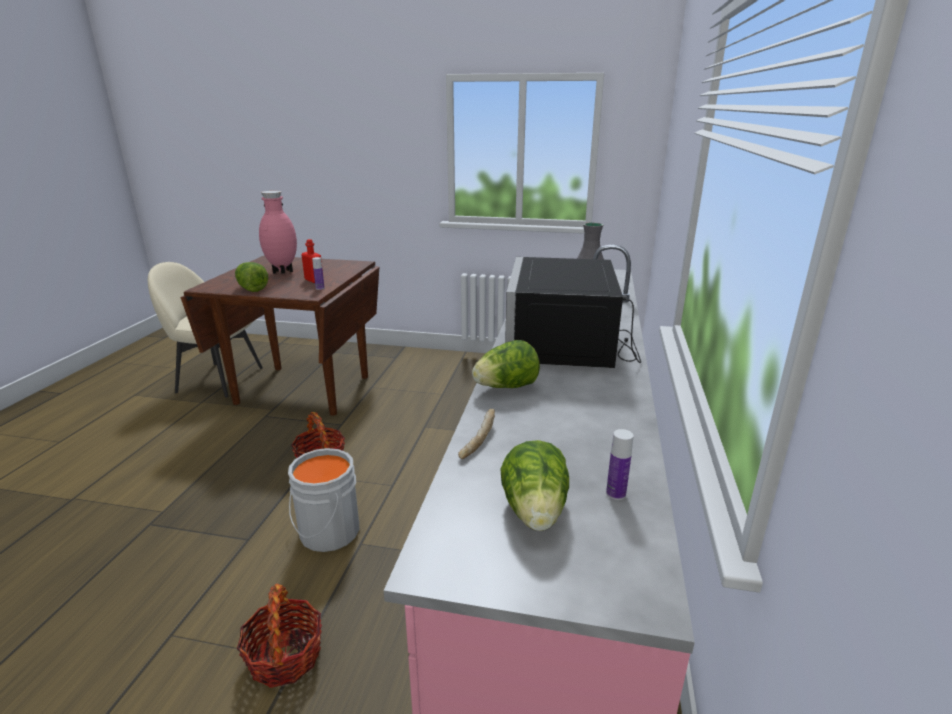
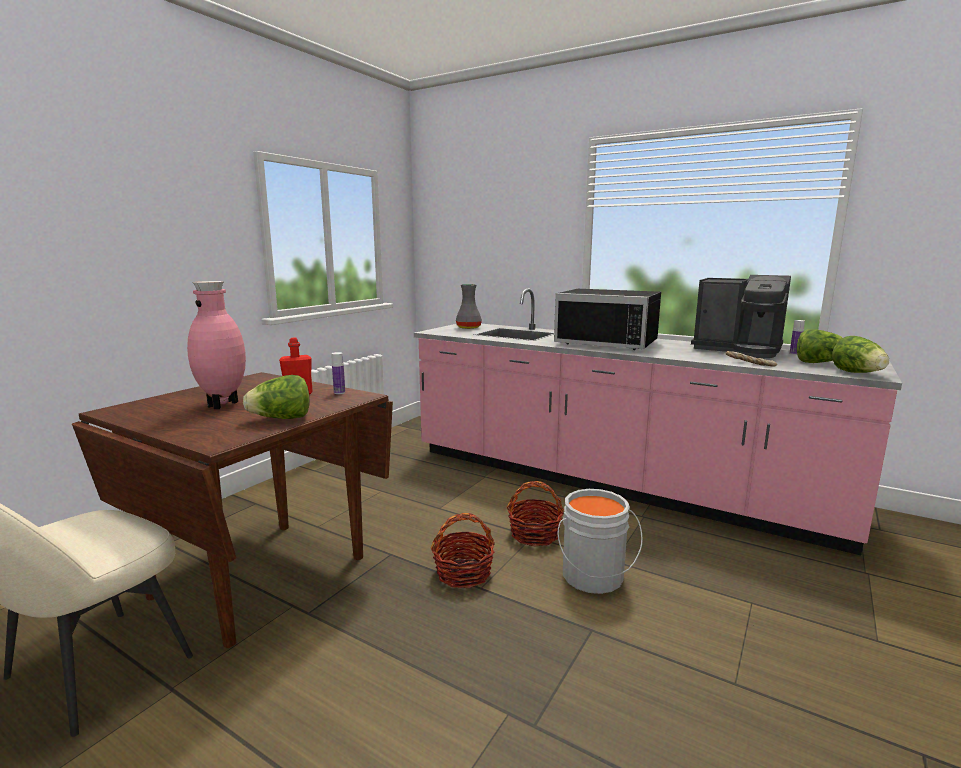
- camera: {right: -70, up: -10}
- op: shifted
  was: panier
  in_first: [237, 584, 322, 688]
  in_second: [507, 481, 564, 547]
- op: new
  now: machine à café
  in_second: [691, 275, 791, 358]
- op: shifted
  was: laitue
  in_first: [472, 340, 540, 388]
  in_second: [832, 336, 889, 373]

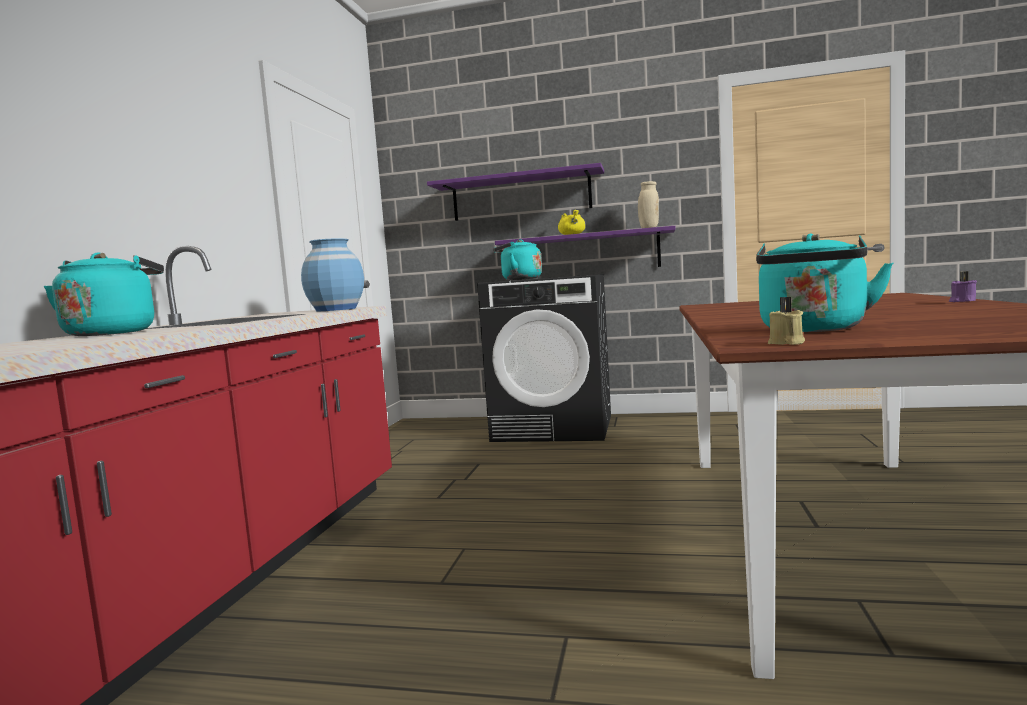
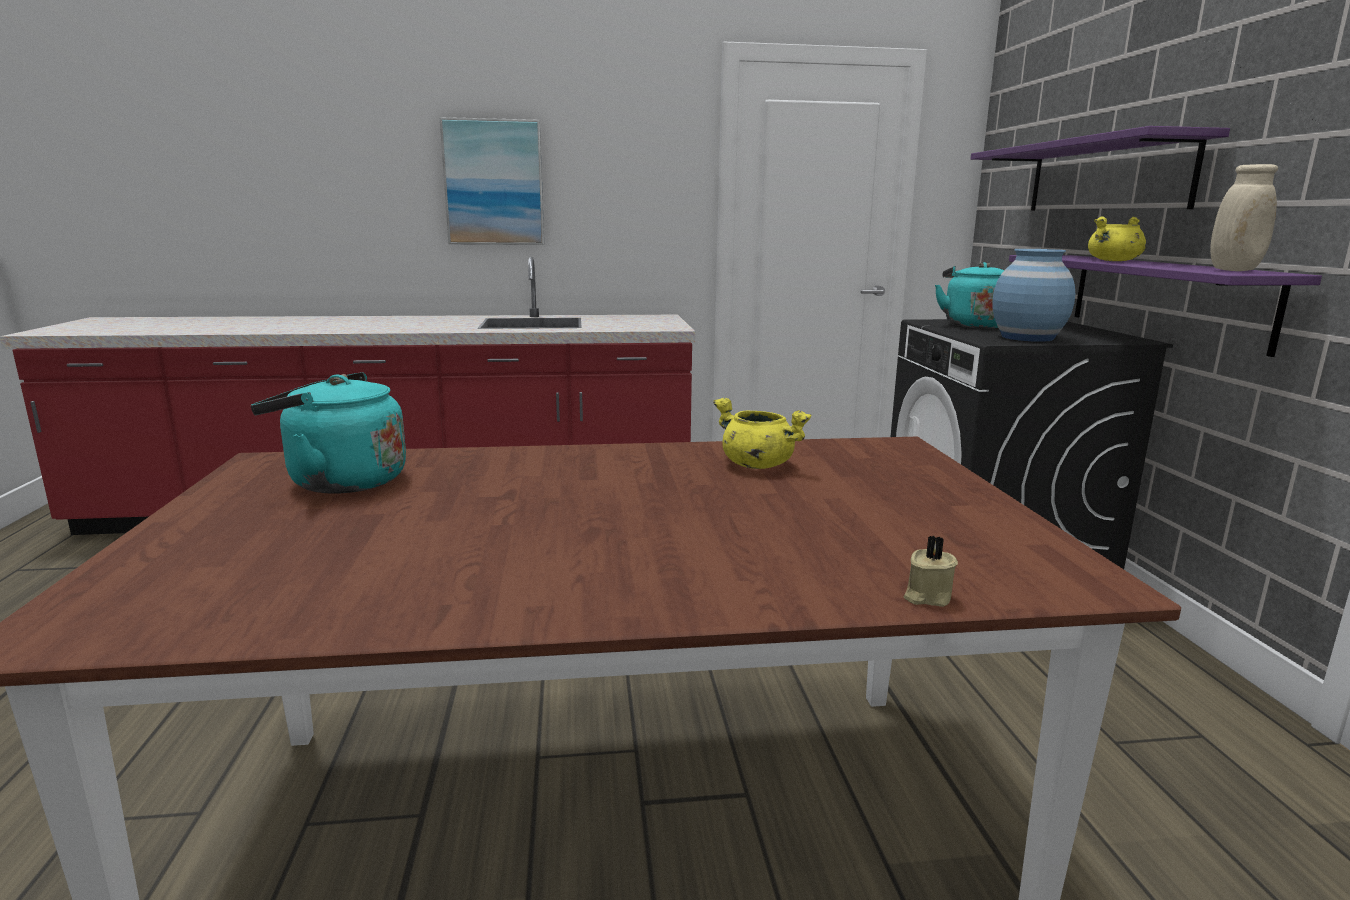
- camera: {right: 70, up: 10}
- op: new
  now: tableau
  in_second: [439, 117, 544, 245]
- op: new
  now: marmite [jaune]
  in_second: [713, 398, 811, 469]
- op: shifted
  was: bougie [beige]
  in_first: [768, 297, 805, 345]
  in_second: [904, 536, 958, 607]
- op: shifted
  was: vase [bleu]
  in_first: [301, 238, 364, 312]
  in_second: [992, 249, 1075, 342]
- op: gone
  was: bouilloire [turquoise]
  in_first: [44, 253, 164, 336]
- op: gone
  was: bougie [violet]
  in_first: [949, 271, 977, 302]

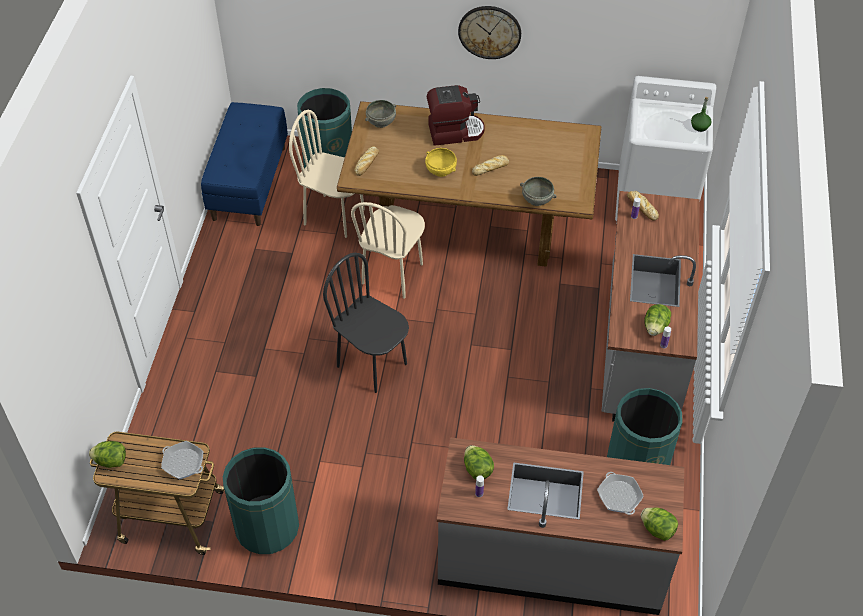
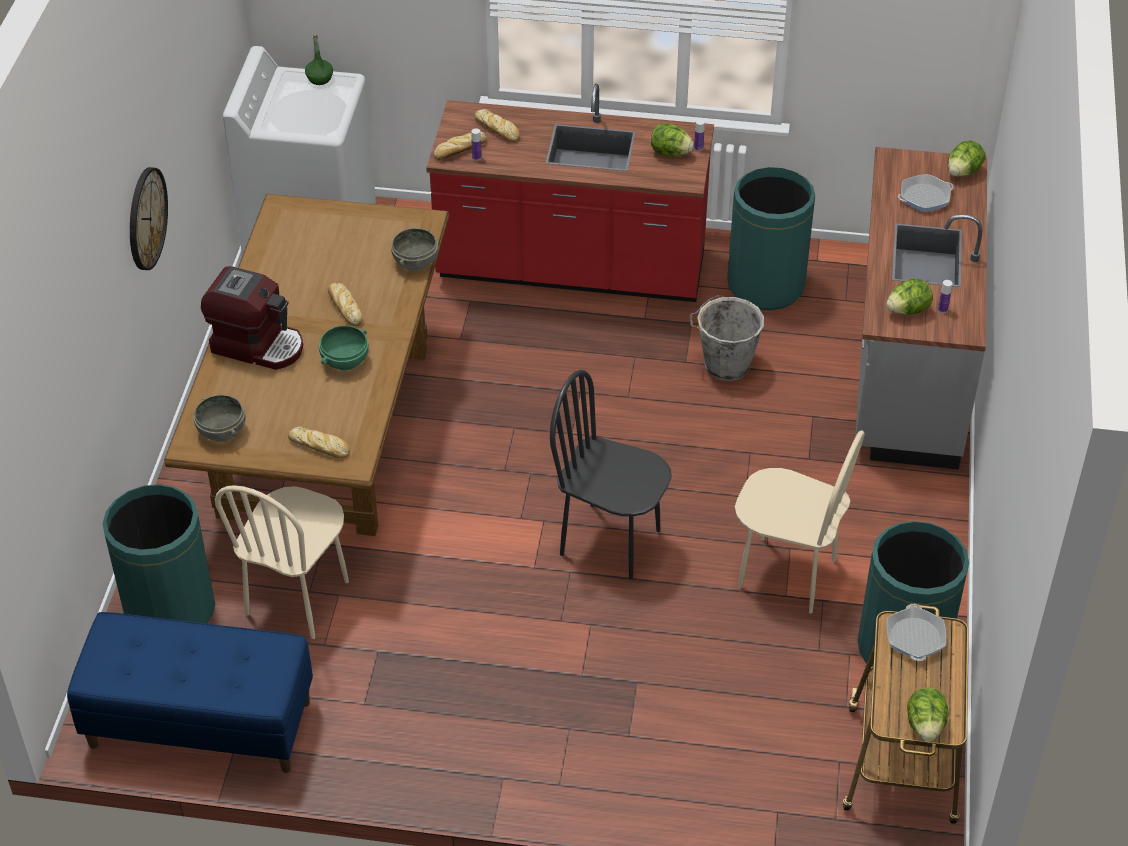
- camera: {right: -90, up: -5}
- op: rotated
  was: machine à café
  in_first: [427, 85, 485, 146]
  in_second: [201, 266, 303, 370]
  clockwise: 120
- op: repainted
  was: bol [jaune]
  now: bol [vert]
  in_first: [425, 148, 457, 177]
  in_second: [319, 326, 369, 370]
- op: repainted
  was: comptoir de cuisine [gris]
  now: comptoir de cuisine [rouge]
  in_first: [602, 191, 700, 421]
  in_second: [426, 84, 714, 302]
- op: new
  now: pain
  in_second: [474, 109, 520, 142]
- op: rotated
  was: chaise [noir]
  in_first: [323, 253, 409, 393]
  in_second: [550, 370, 672, 579]
  clockwise: 75
- op: new
  now: seau [gris]
  in_second: [689, 295, 764, 381]
- op: shifted
  was: chaise [beige]
  in_first: [351, 202, 425, 298]
  in_second: [735, 431, 865, 614]
- op: rotated
  was: poêle
  in_first: [161, 441, 203, 479]
  in_second: [887, 604, 947, 661]
  clockwise: 150

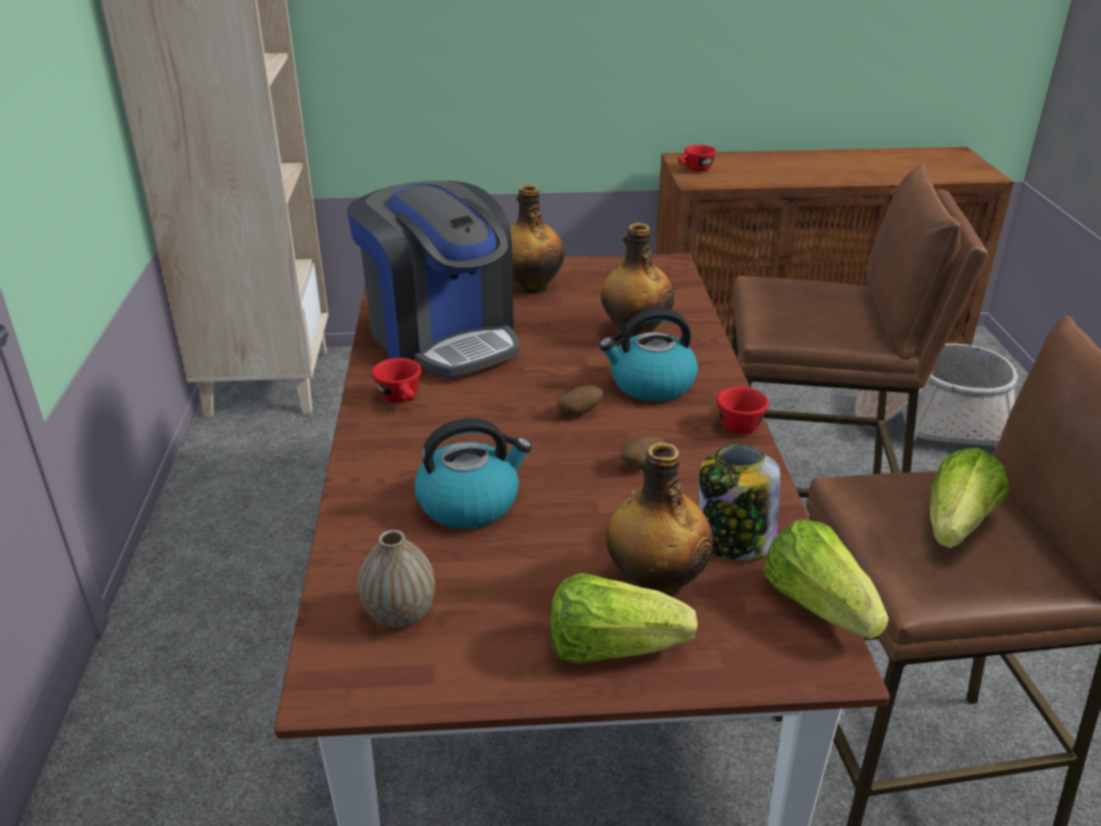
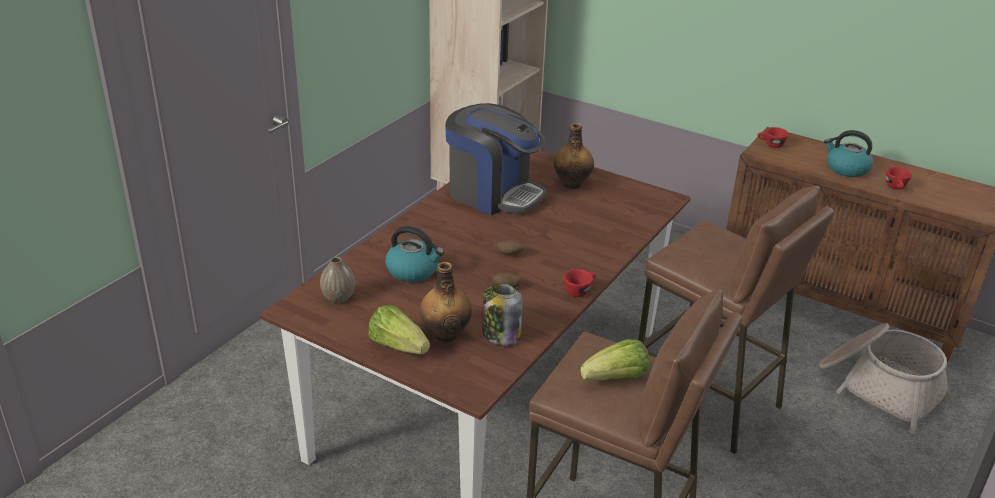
- camera: {right: 35, up: 0}
- op: rotated
  was: machine à café
  in_first: [347, 181, 520, 378]
  in_second: [445, 103, 547, 215]
  clockwise: -60
- op: shifted
  was: bouilloire
  in_first: [599, 308, 698, 401]
  in_second: [824, 130, 873, 177]
- op: shifted
  was: tasse [rouge]
  in_first: [372, 358, 421, 403]
  in_second: [886, 167, 912, 189]
- op: gone
  was: bouteille
  in_first: [601, 223, 674, 337]
- op: gone
  was: laitue
  in_first: [763, 519, 889, 639]

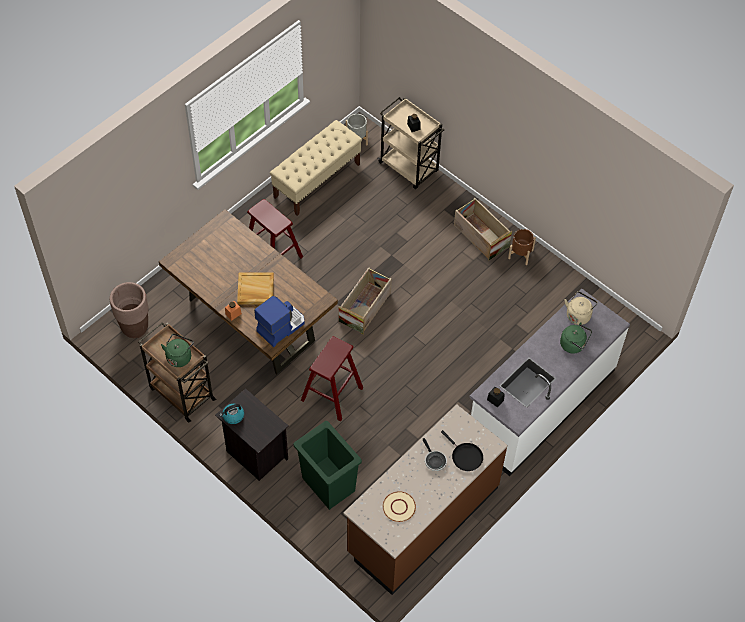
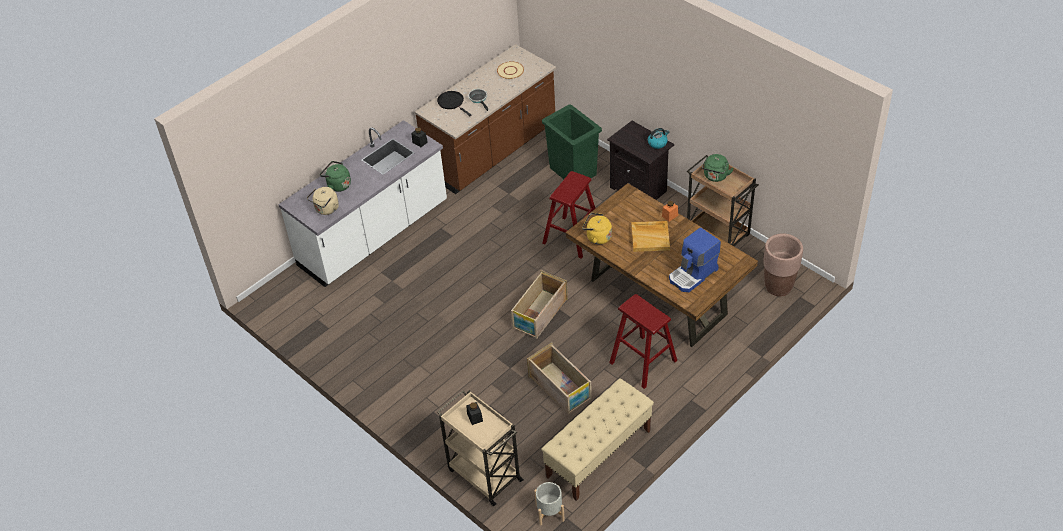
- camera: {right: -175, up: -10}
- op: shifted
  was: caisse
  in_first: [454, 198, 512, 261]
  in_second: [527, 343, 592, 415]
- op: new
  now: bouilloire [jaune]
  in_second: [582, 213, 612, 244]
- op: shifted
  was: machine à café
  in_first: [254, 296, 305, 347]
  in_second: [669, 227, 721, 292]
- op: gone
  was: cache-pot [marron]
  in_first: [508, 229, 536, 265]

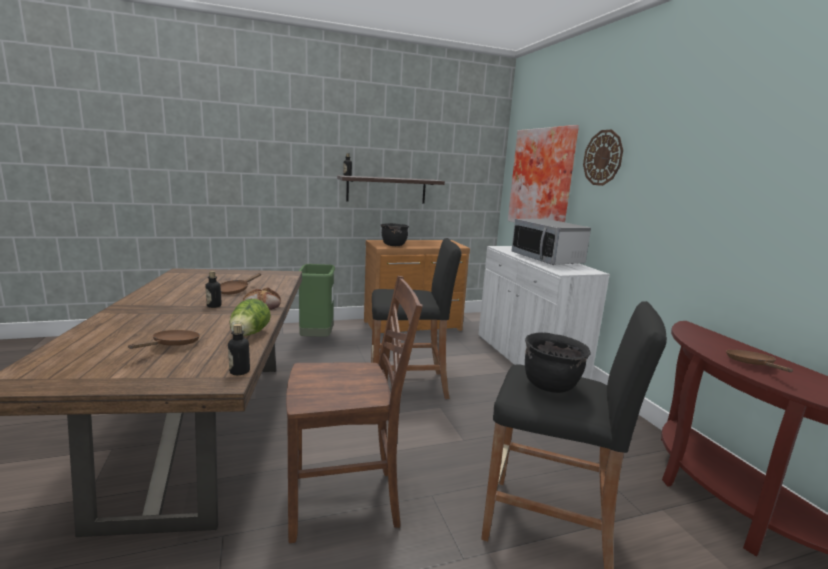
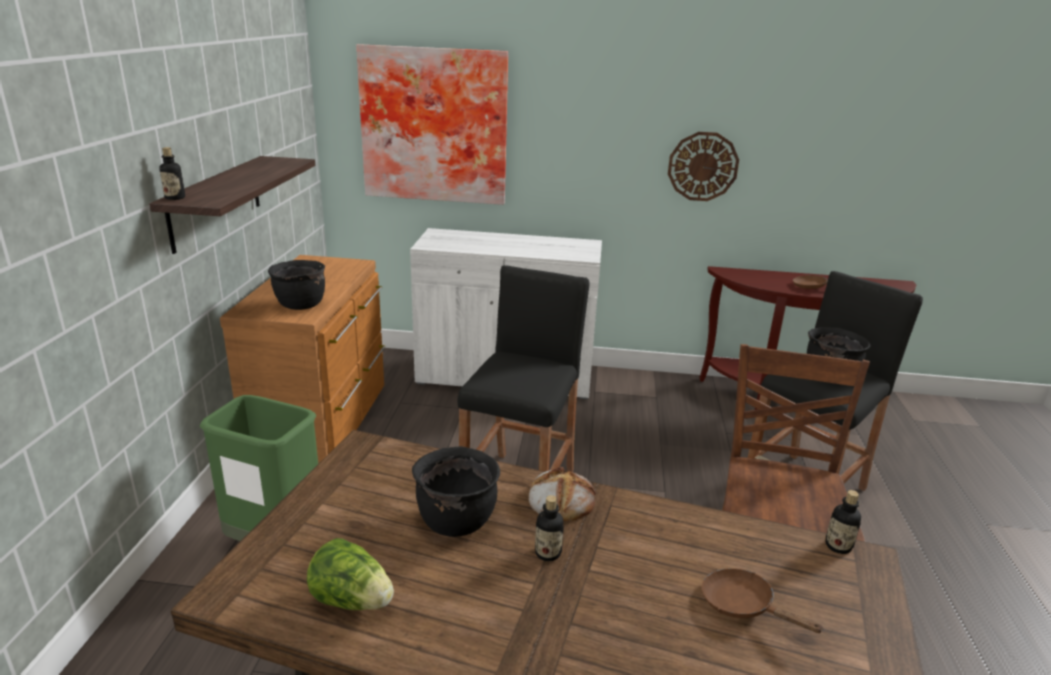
- camera: {right: -65, up: 10}
- op: shifted
  was: laitue
  in_first: [230, 299, 271, 336]
  in_second: [307, 538, 394, 610]
- op: swapped
  was: poêle [marron]
  now: marmite [noir]
  in_first: [220, 273, 261, 295]
  in_second: [412, 446, 500, 537]
- op: shifted
  was: horloge murale
  in_first: [583, 129, 623, 186]
  in_second: [668, 132, 739, 201]
- op: gone
  was: micro-ondes
  in_first: [511, 219, 591, 265]

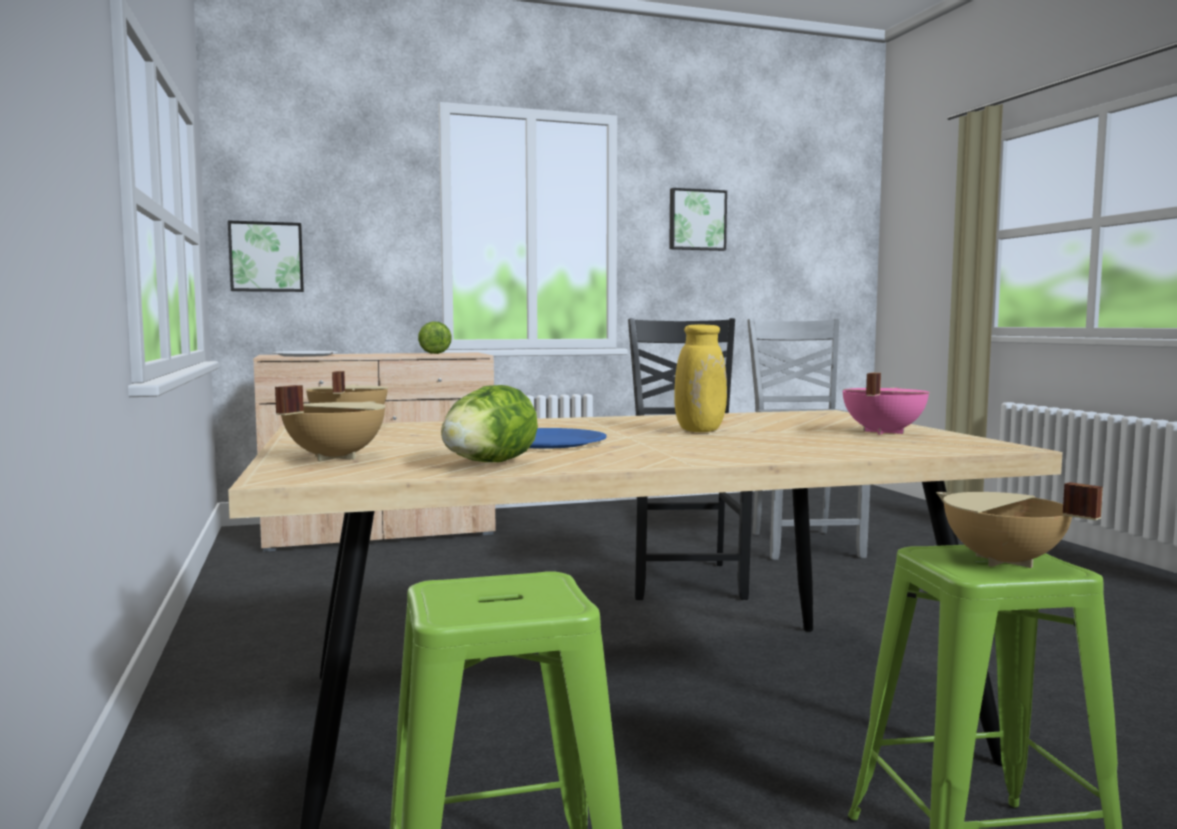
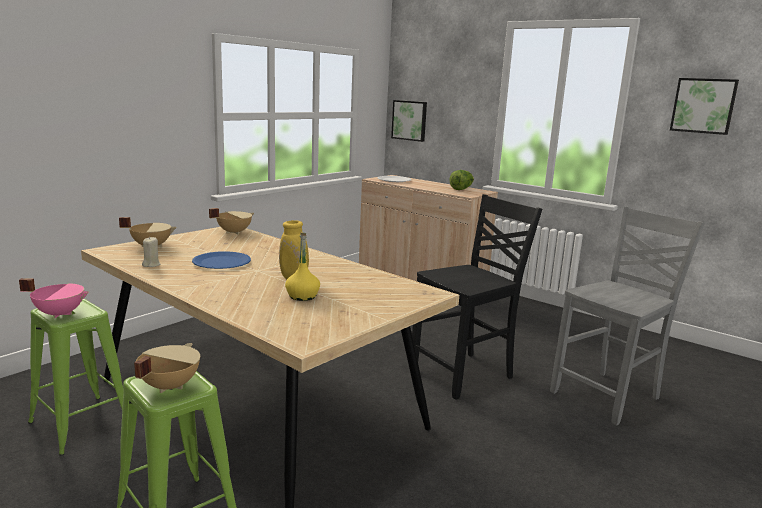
- camera: {right: 55, up: 10}
- op: shifted
  was: marmite [rose]
  in_first: [843, 373, 930, 435]
  in_second: [19, 278, 89, 318]
- op: swapped
  was: laitue
  now: bougie [beige]
  in_first: [441, 385, 538, 462]
  in_second: [142, 237, 160, 267]
- op: new
  now: bouteille [jaune]
  in_second: [285, 232, 320, 301]

